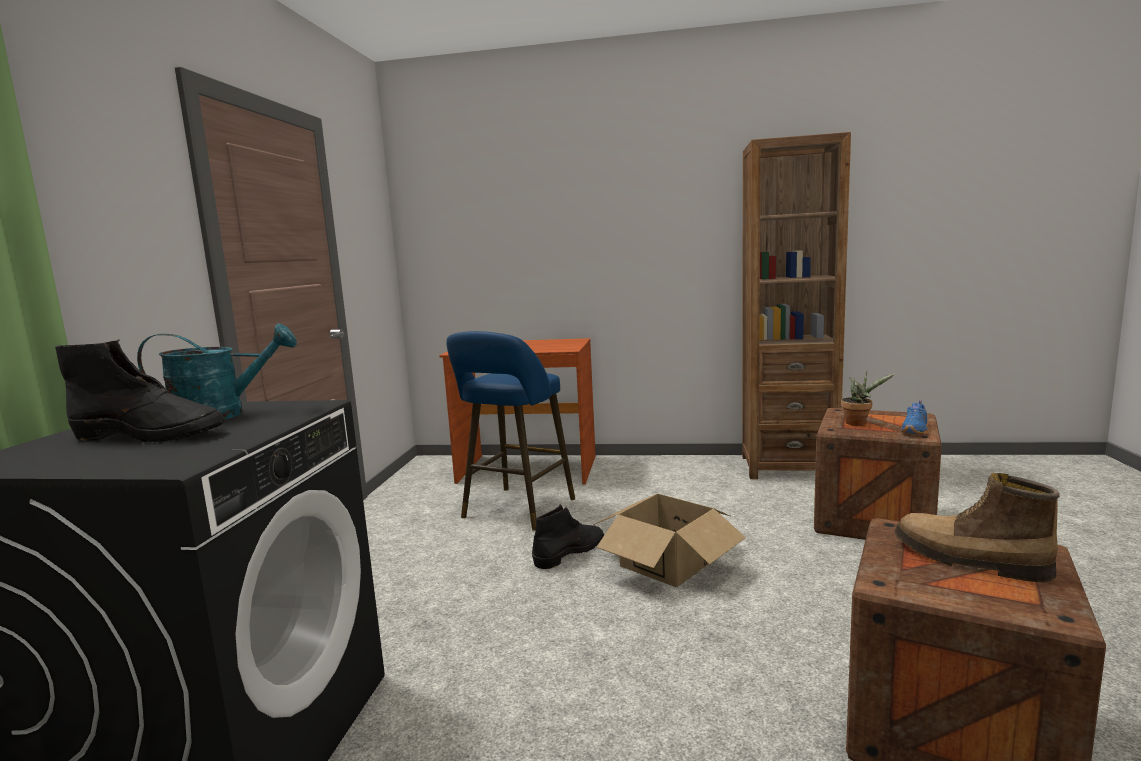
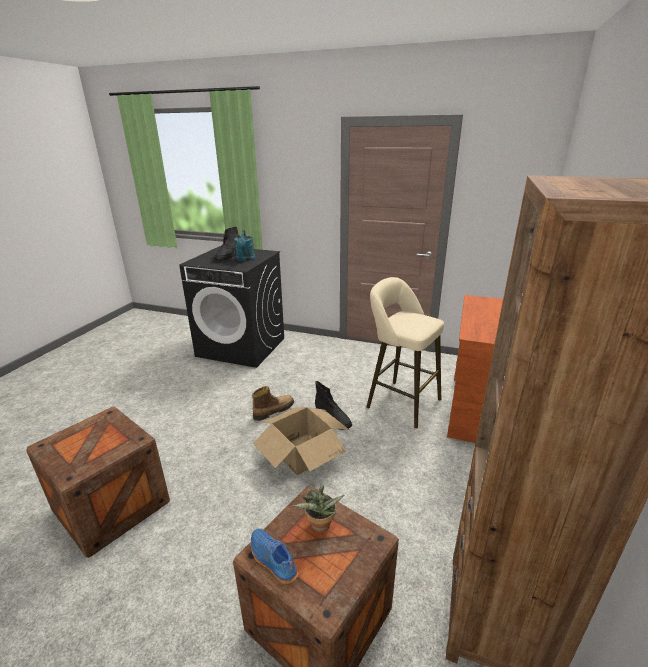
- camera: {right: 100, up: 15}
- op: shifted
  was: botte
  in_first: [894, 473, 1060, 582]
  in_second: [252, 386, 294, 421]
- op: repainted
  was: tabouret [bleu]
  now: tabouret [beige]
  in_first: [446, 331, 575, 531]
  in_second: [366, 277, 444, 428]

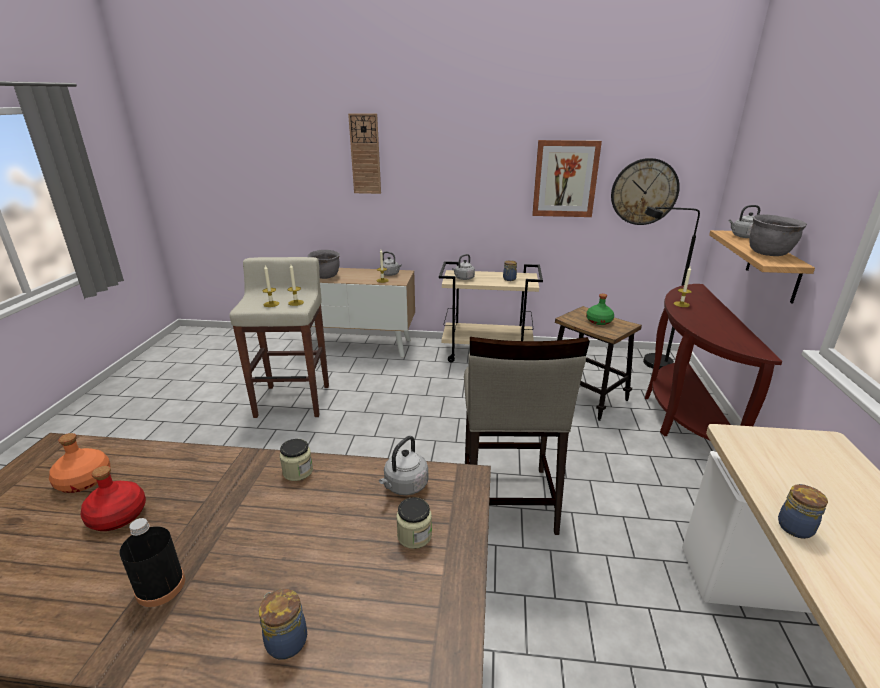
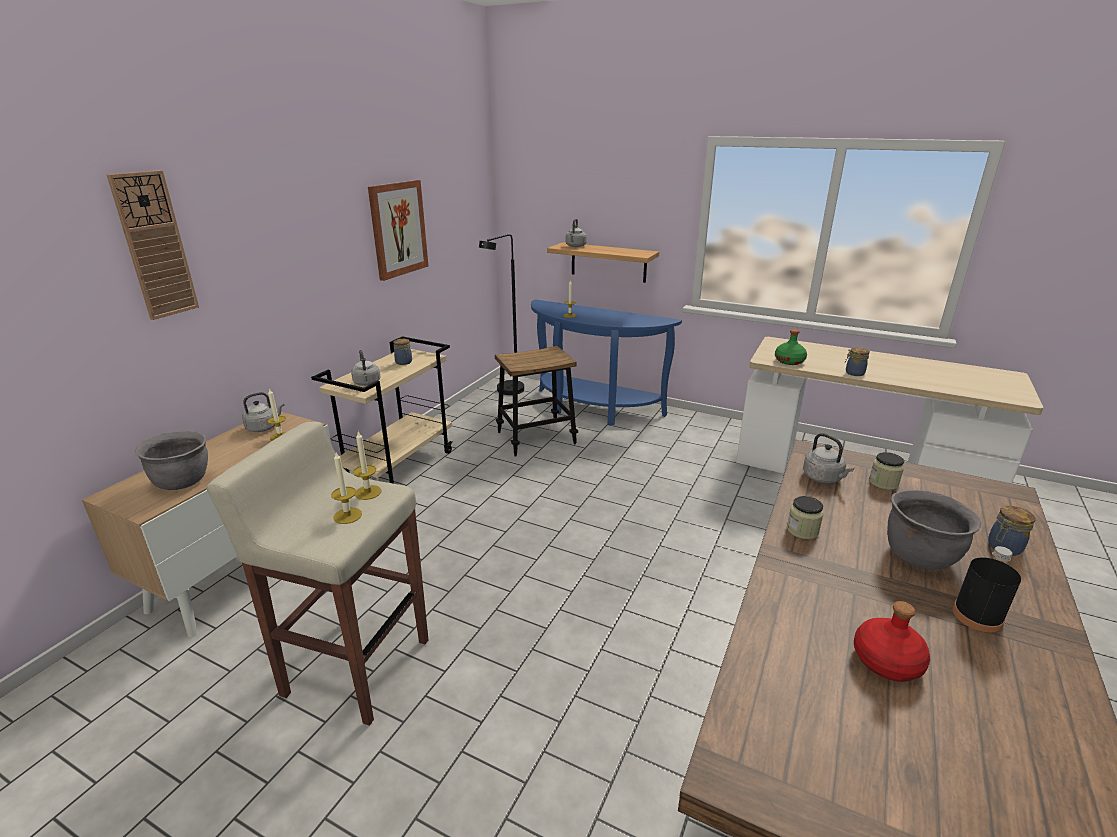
- camera: {right: -70, up: 0}
- op: repainted
  was: table console [marron]
  now: table console [bleu]
  in_first: [645, 284, 782, 440]
  in_second: [531, 299, 682, 425]
- op: shifted
  was: bouteille [vert]
  in_first: [586, 294, 614, 325]
  in_second: [775, 329, 807, 365]
- op: shifted
  was: marmite [gris]
  in_first: [749, 215, 807, 256]
  in_second: [887, 490, 981, 570]
- op: gone
  was: bouteille [orange]
  in_first: [49, 433, 110, 493]
- op: gone
  was: tabouret [beige]
  in_first: [464, 337, 590, 535]
- op: gone
  was: horloge murale
  in_first: [611, 158, 680, 225]

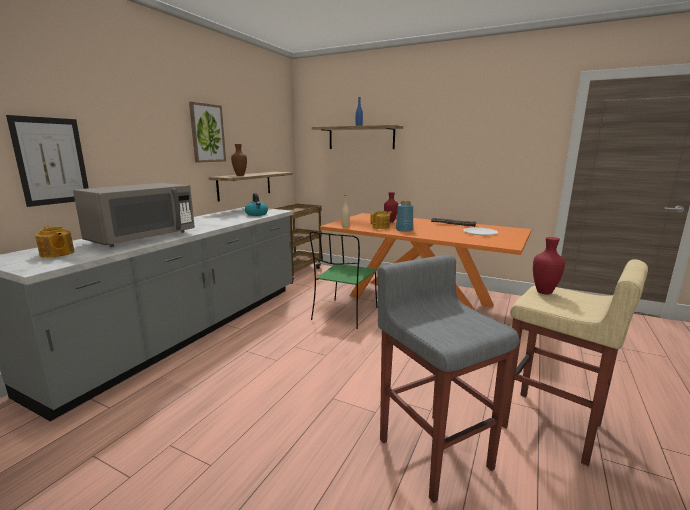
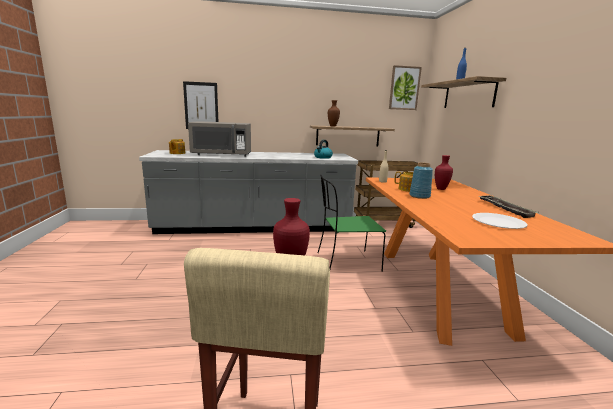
- camera: {right: 55, up: 0}
- op: shifted
  was: tableau
  in_first: [189, 102, 226, 163]
  in_second: [389, 65, 422, 110]
- op: gone
  was: tabouret [gris]
  in_first: [377, 255, 519, 503]

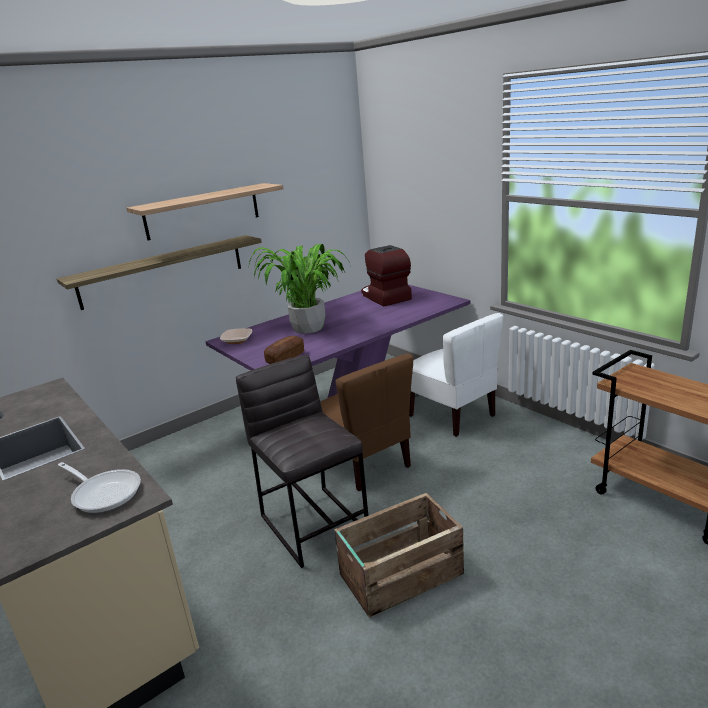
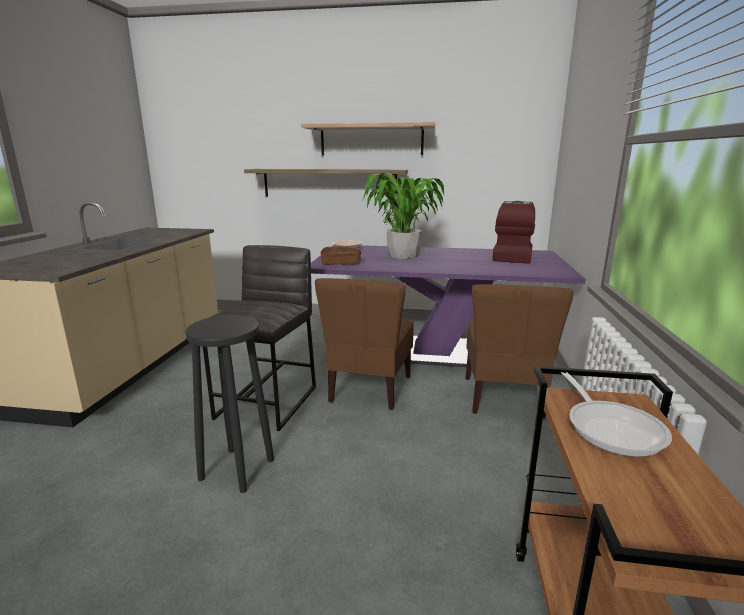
- camera: {right: 45, up: -5}
- op: swapped
  was: caisse
  now: tabouret [noir]
  in_first: [334, 493, 464, 618]
  in_second: [185, 315, 274, 493]
- op: repainted
  was: chaise [blanc]
  now: chaise [marron]
  in_first: [409, 313, 504, 437]
  in_second: [466, 284, 574, 420]
- op: shifted
  was: poêle
  in_first: [58, 462, 141, 513]
  in_second: [561, 372, 672, 457]

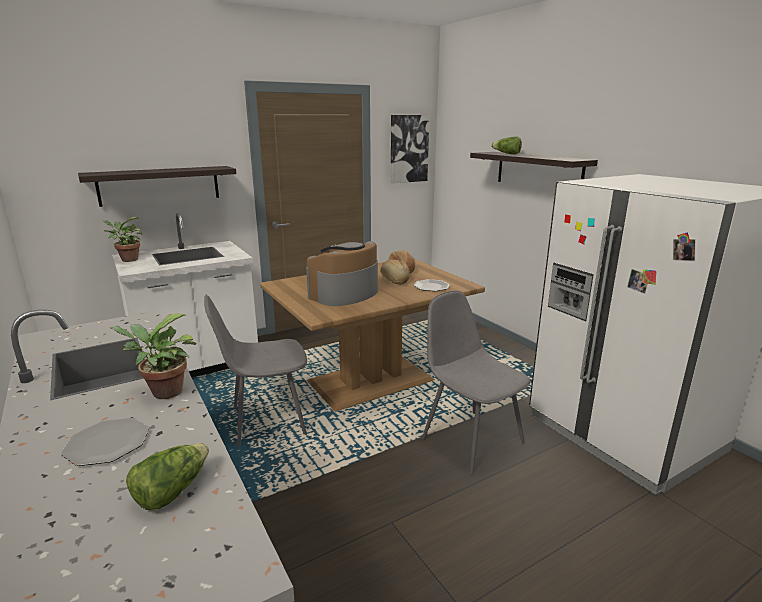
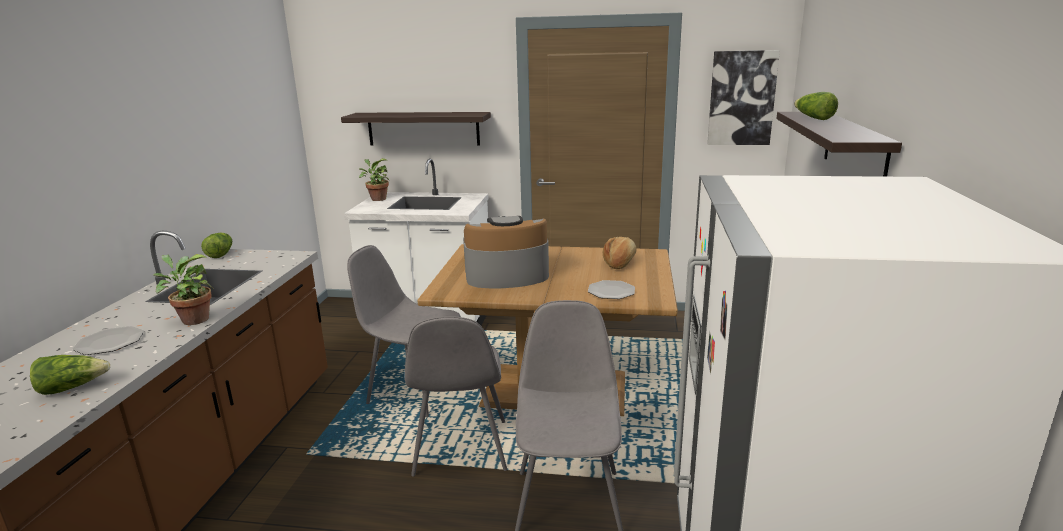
- camera: {right: 40, up: 0}
- op: new
  now: laitue
  in_second: [201, 233, 232, 258]
- op: new
  now: chaise [gris]
  in_second: [404, 316, 507, 476]
- op: gone
  was: pain
  in_first: [380, 260, 410, 285]

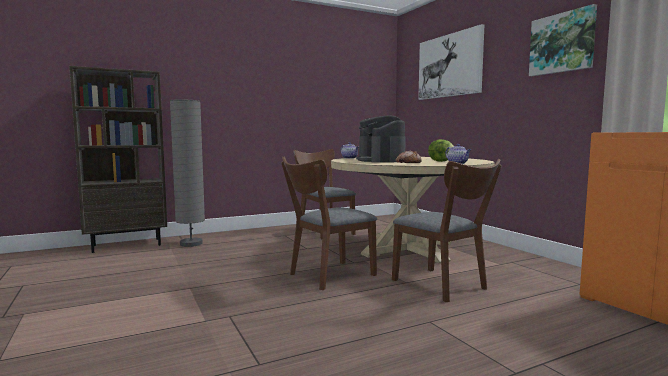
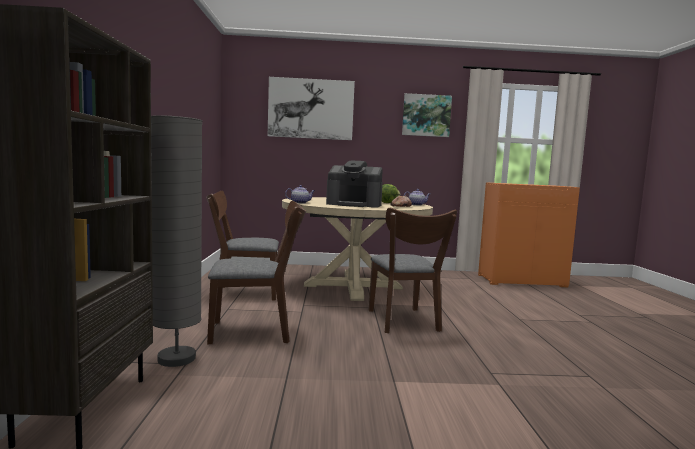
- camera: {right: -65, up: 0}
- op: shifted
  was: chaise [marron]
  in_first: [392, 159, 502, 302]
  in_second: [207, 201, 306, 344]

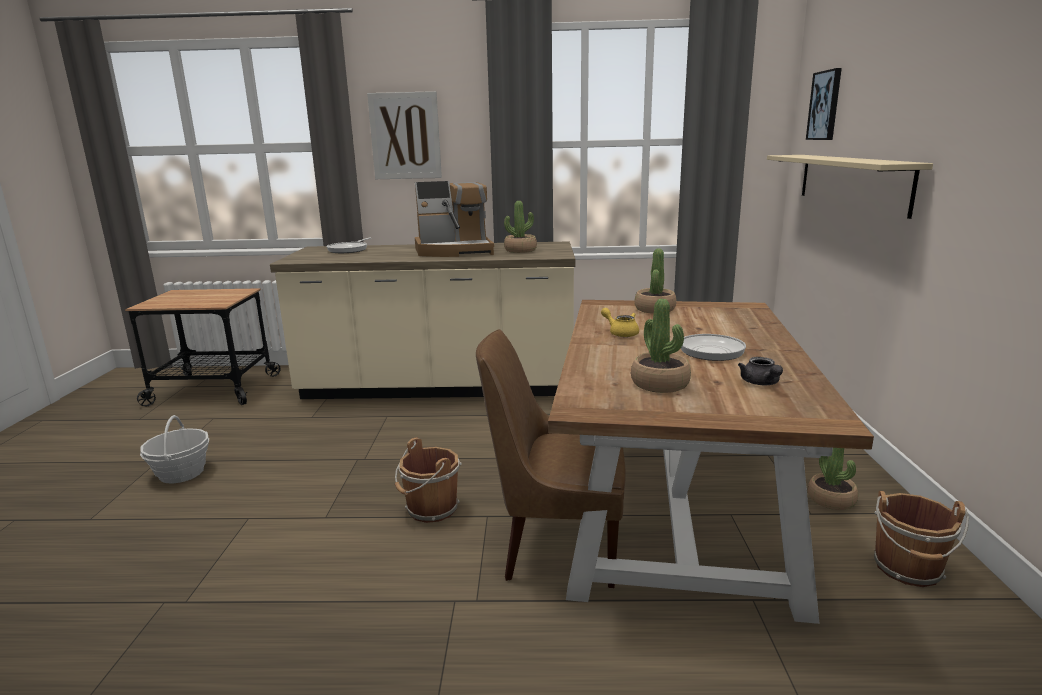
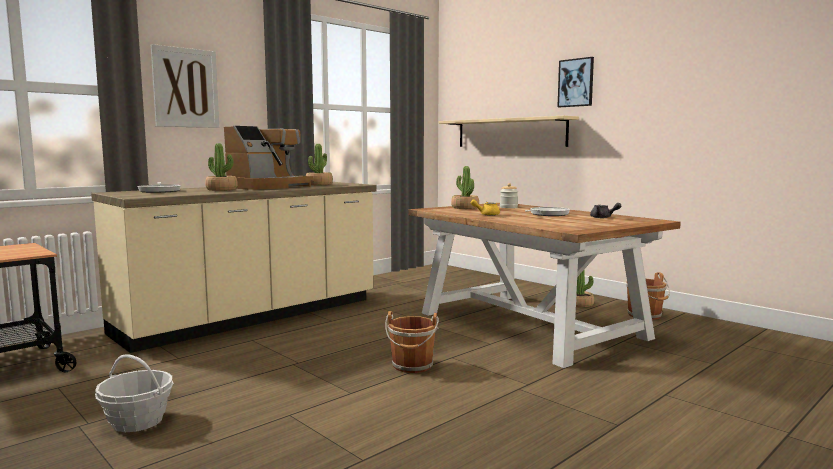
- camera: {right: -45, up: -10}
- op: shifted
  was: plante en pot
  in_first: [631, 299, 691, 393]
  in_second: [205, 143, 238, 191]
- op: new
  now: bocal
  in_second: [500, 183, 518, 208]
- op: shifted
  was: tableau
  in_first: [806, 68, 842, 140]
  in_second: [557, 57, 594, 107]
- op: gone
  was: chaise [marron]
  in_first: [476, 329, 625, 588]

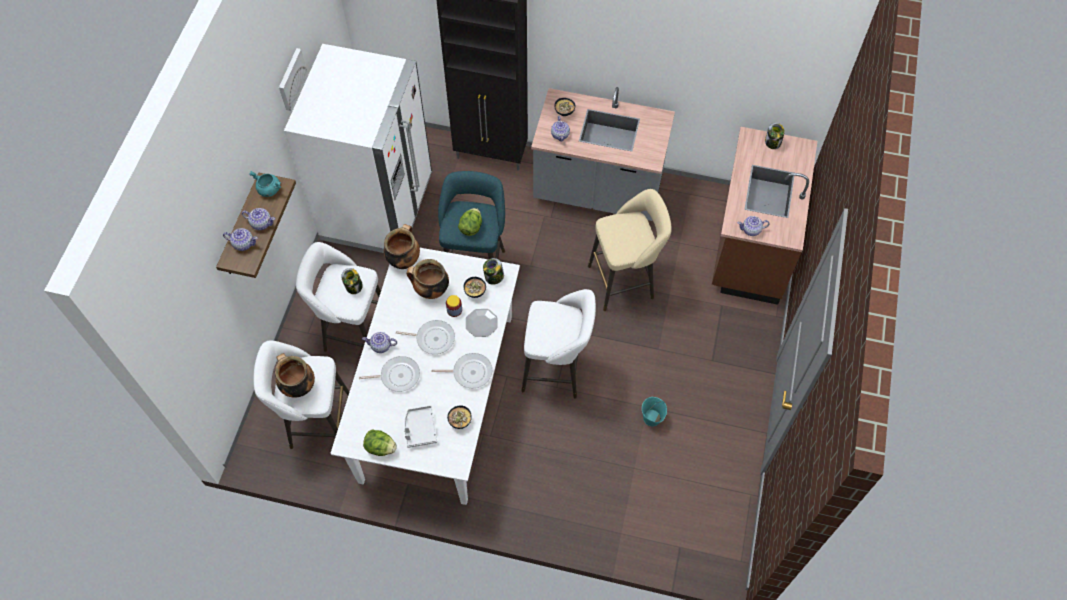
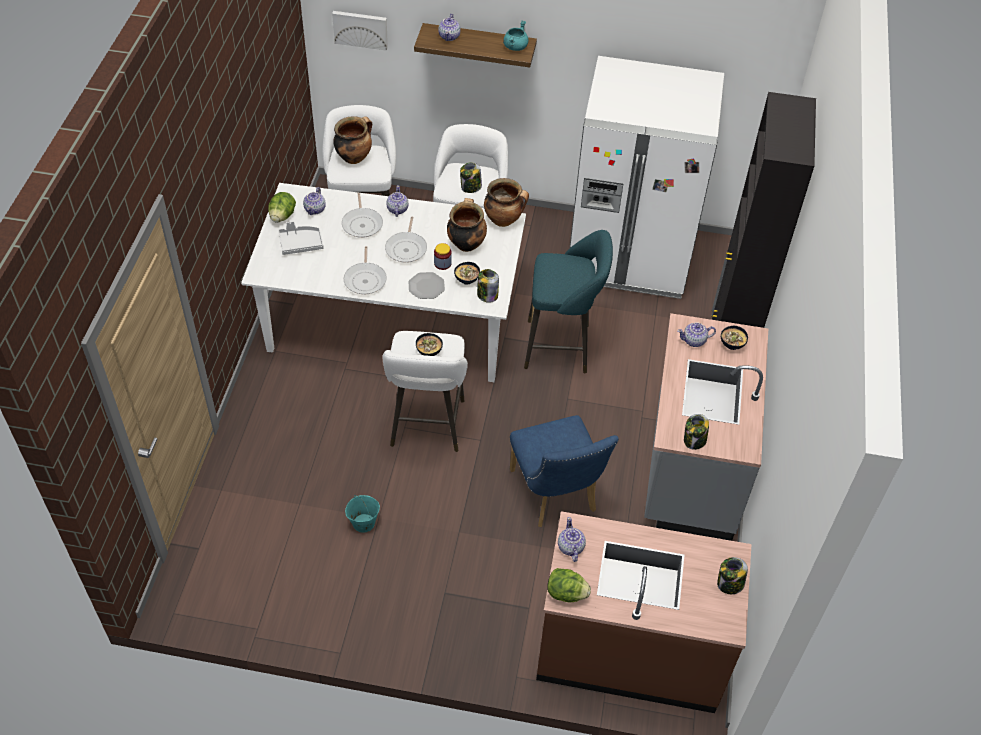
- camera: {right: 85, up: -10}
- op: shifted
  was: théière
  in_first: [242, 208, 275, 230]
  in_second: [303, 187, 326, 215]
- op: shifted
  was: tableau
  in_first: [279, 48, 307, 111]
  in_second: [332, 11, 388, 51]
- op: shifted
  was: bol
  in_first: [447, 405, 472, 429]
  in_second: [416, 333, 443, 356]
- op: swapped
  was: tabouret [beige]
  now: chaise [bleu]
  in_first: [588, 189, 672, 311]
  in_second: [510, 415, 619, 527]
- op: shifted
  was: laitue
  in_first: [458, 208, 482, 236]
  in_second: [547, 568, 591, 602]
- op: new
  now: bocal
  in_second: [684, 414, 709, 450]

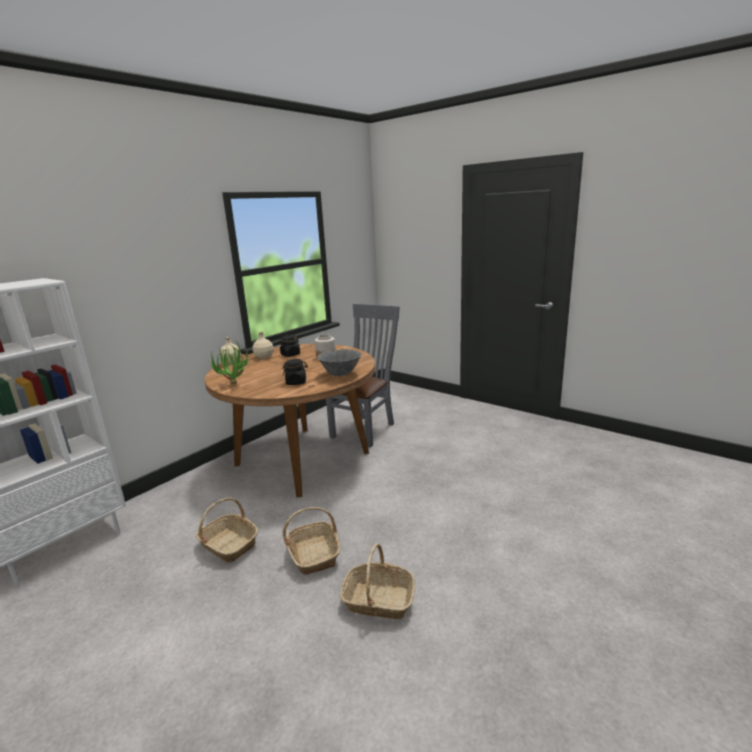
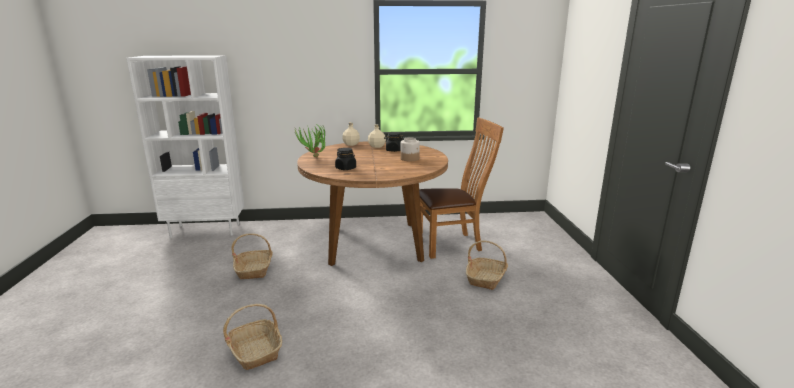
- camera: {right: 45, up: 0}
- op: repainted
  was: chaise [gris]
  now: chaise [marron]
  in_first: [326, 304, 400, 448]
  in_second: [419, 118, 504, 259]
- op: shifted
  was: panier
  in_first: [283, 507, 340, 575]
  in_second: [466, 240, 508, 290]
- op: gone
  was: bol [gris]
  in_first: [317, 349, 362, 376]

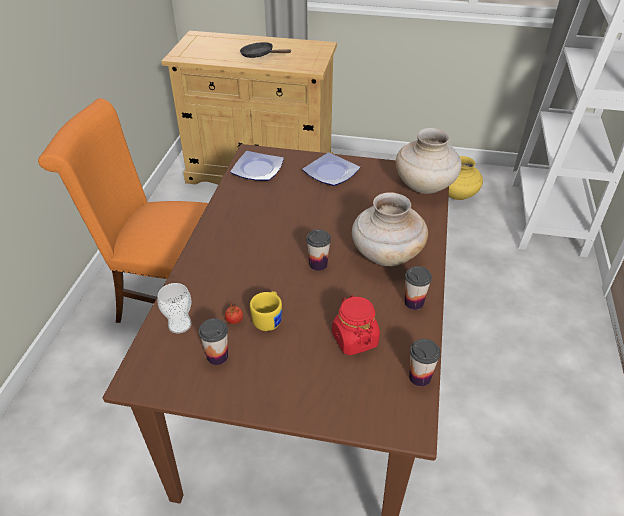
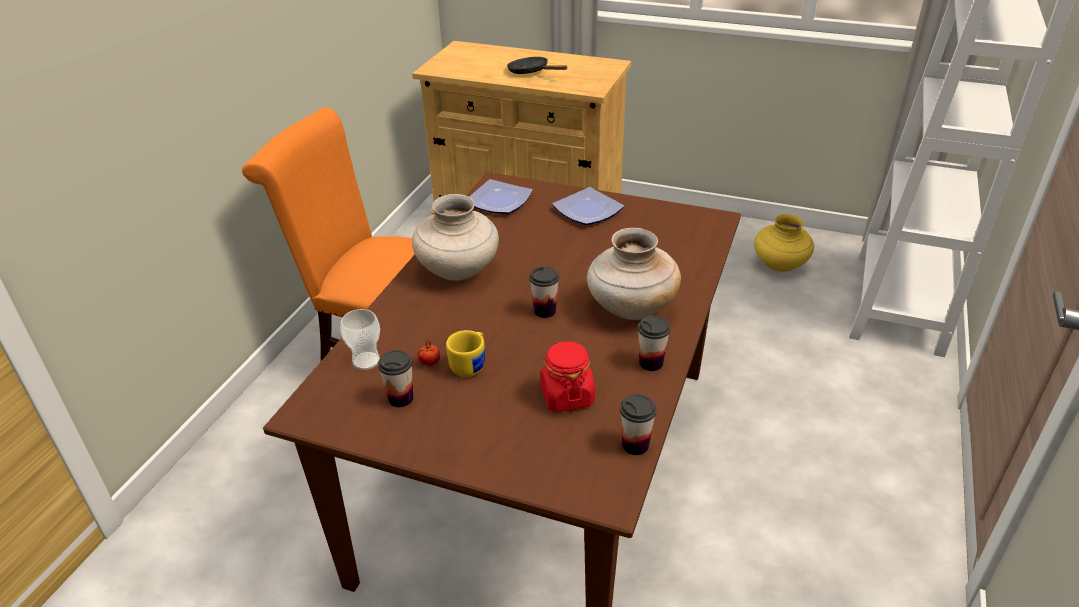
- camera: {right: 10, up: -5}
- op: shifted
  was: vase [beige]
  in_first: [396, 128, 462, 194]
  in_second: [412, 194, 499, 281]

